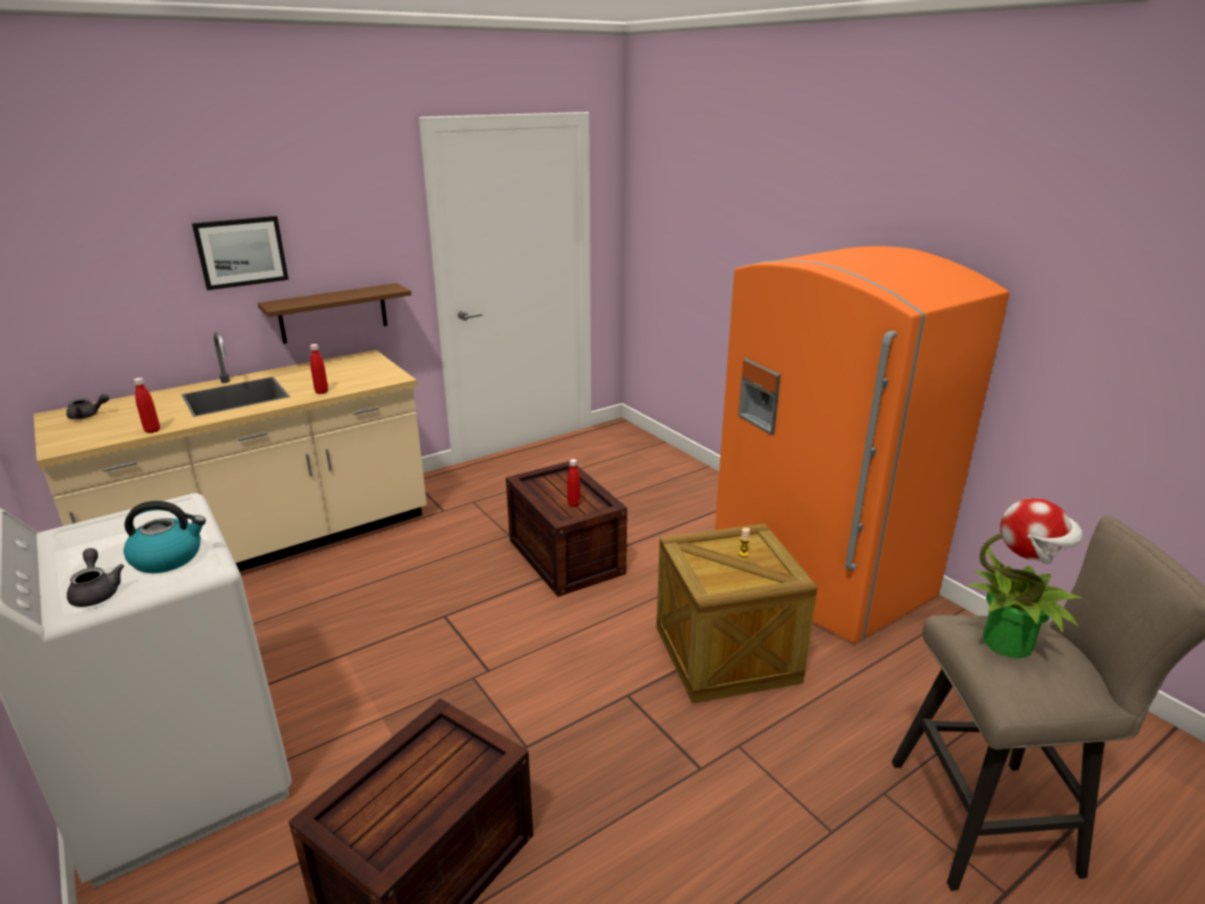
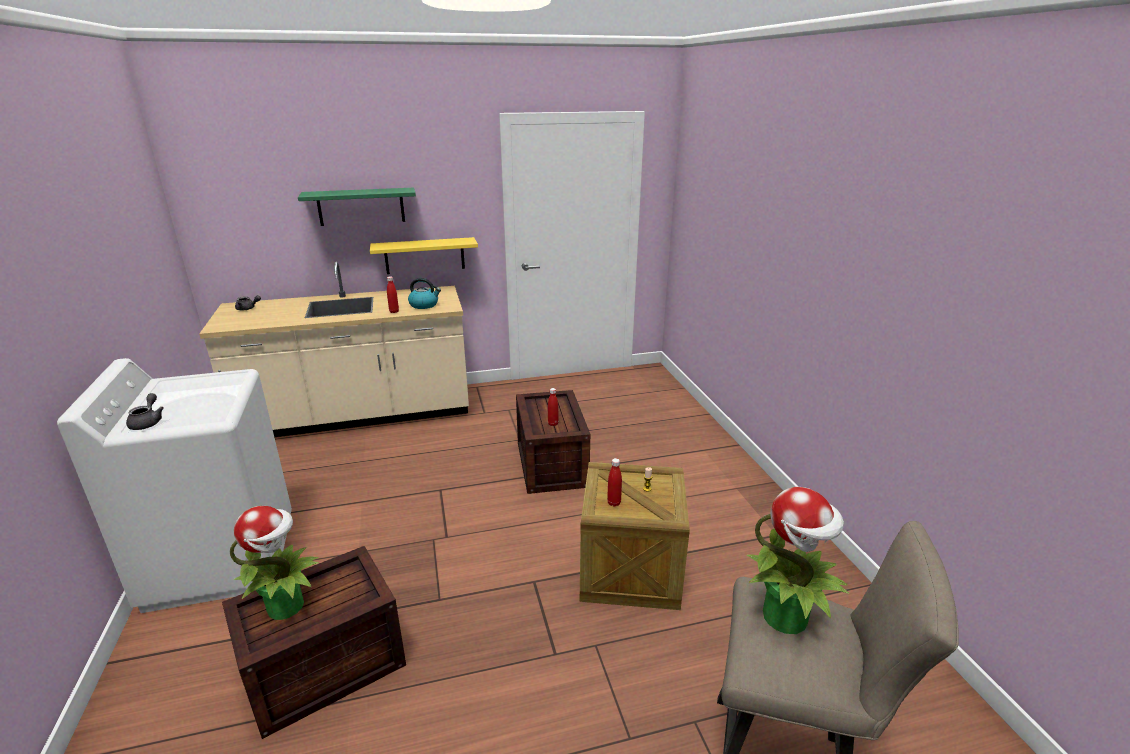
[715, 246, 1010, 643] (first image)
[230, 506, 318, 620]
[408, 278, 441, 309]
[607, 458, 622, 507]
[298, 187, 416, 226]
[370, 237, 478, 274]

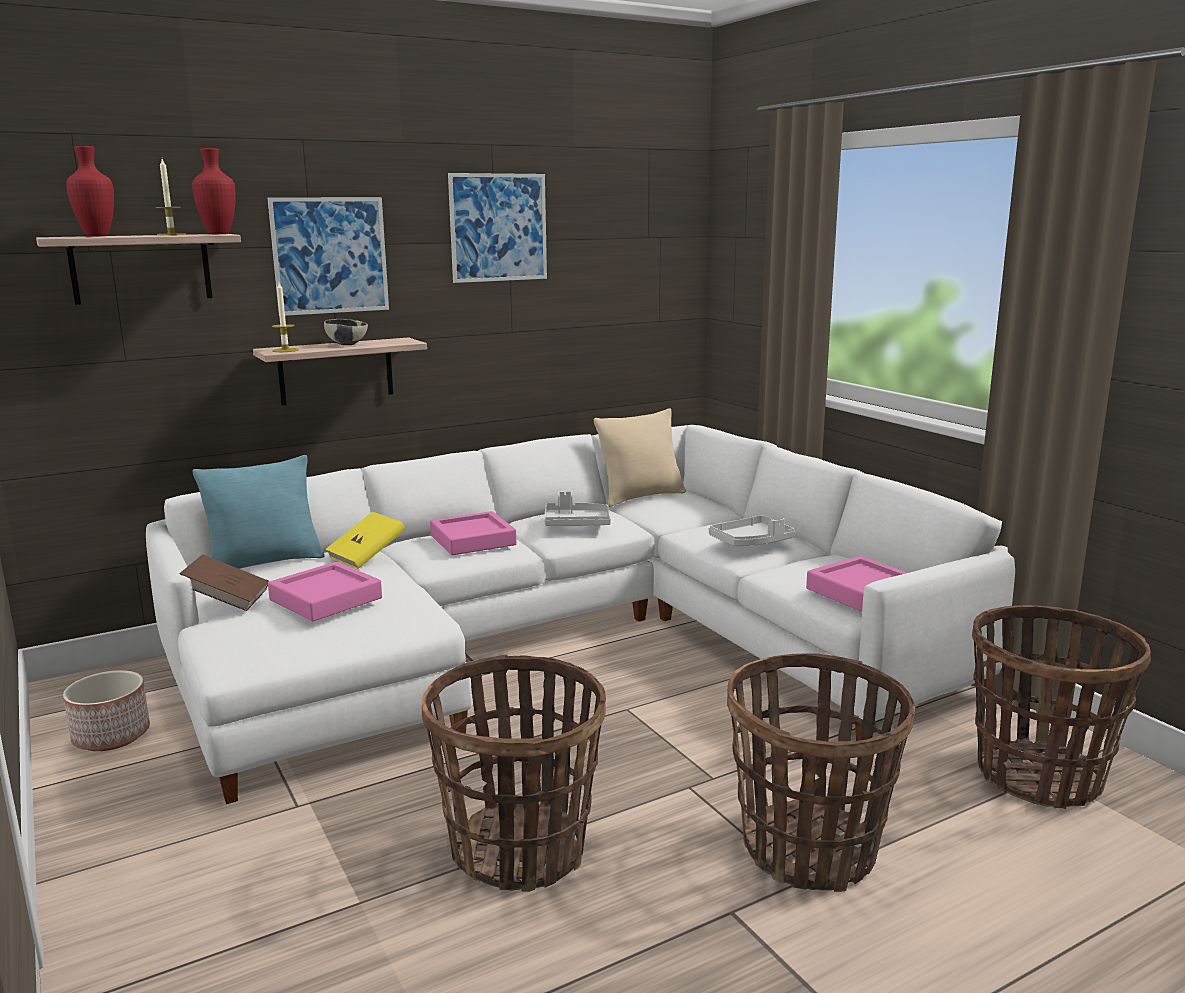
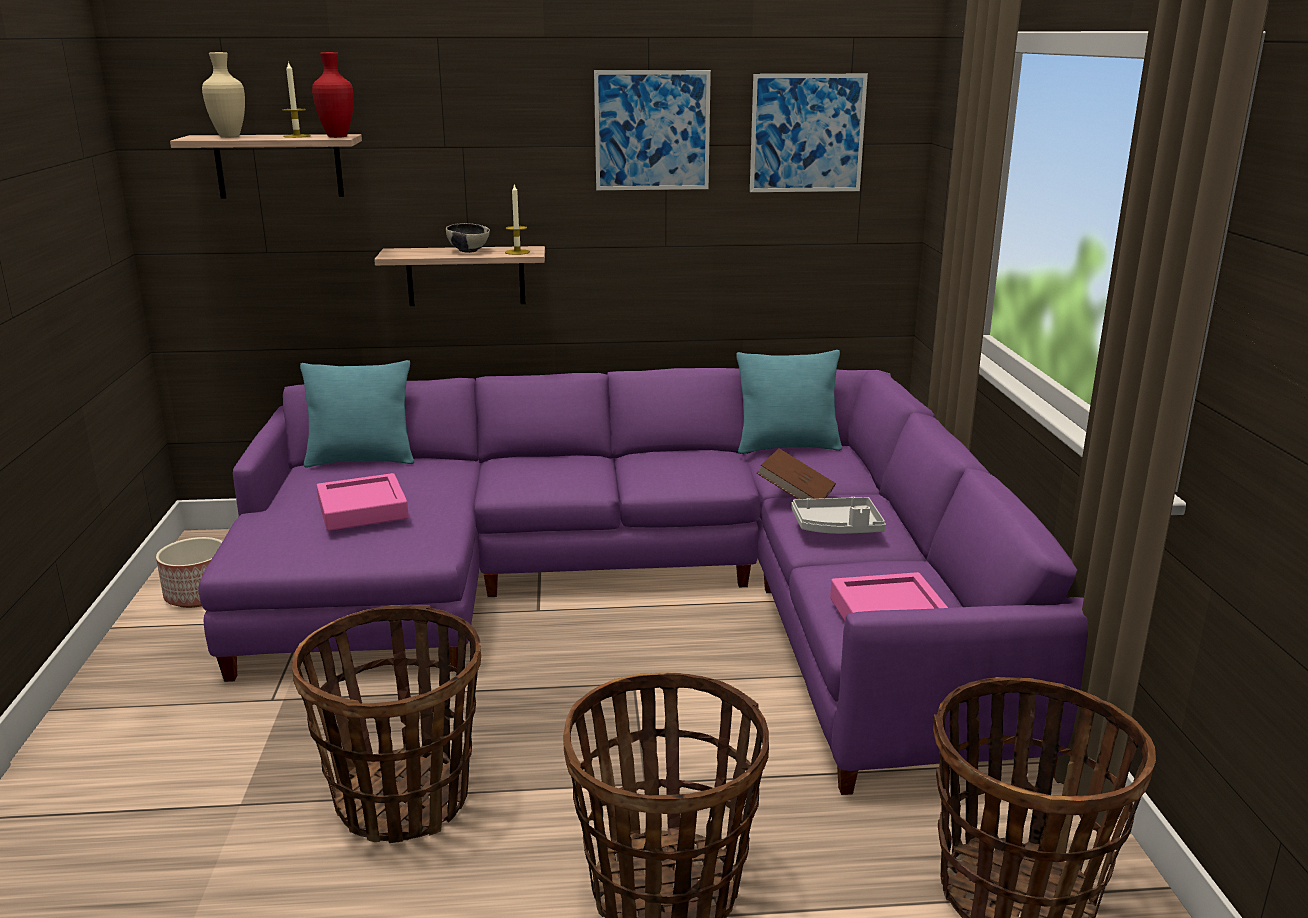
[325, 512, 406, 569] (first image)
[430, 511, 517, 555] (first image)
[544, 491, 611, 526] (first image)
[757, 448, 836, 499]
[750, 74, 868, 192]
[505, 184, 530, 255]
[202, 52, 245, 138]
[198, 368, 1088, 795]
[736, 350, 842, 454]

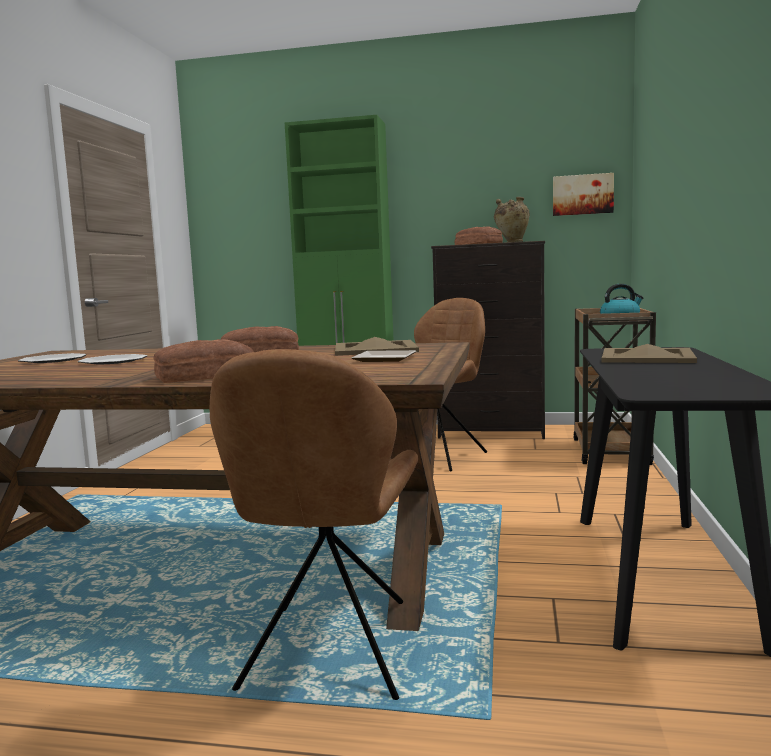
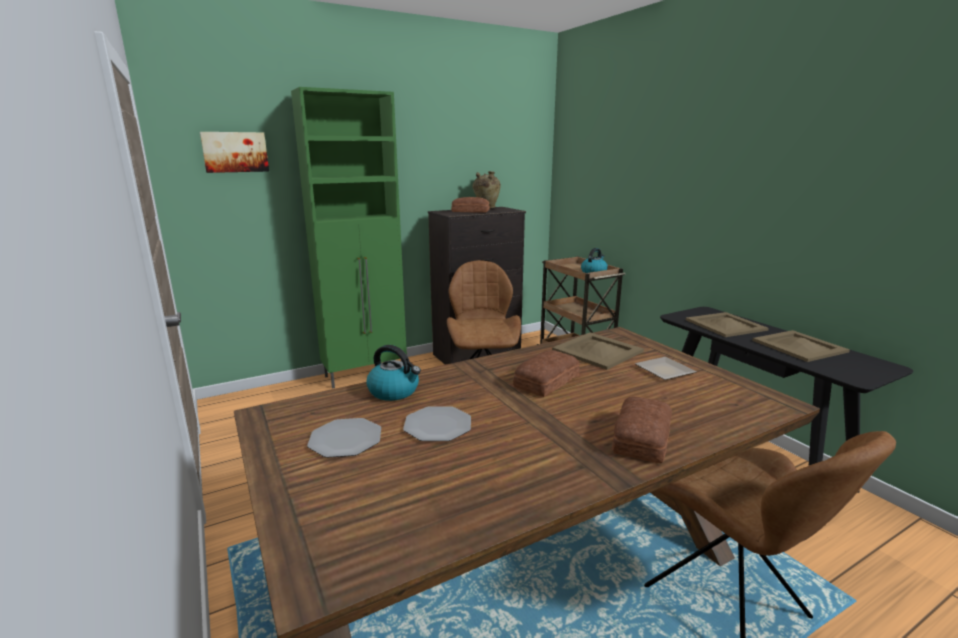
[366, 345, 421, 401]
[752, 330, 850, 362]
[200, 132, 269, 173]

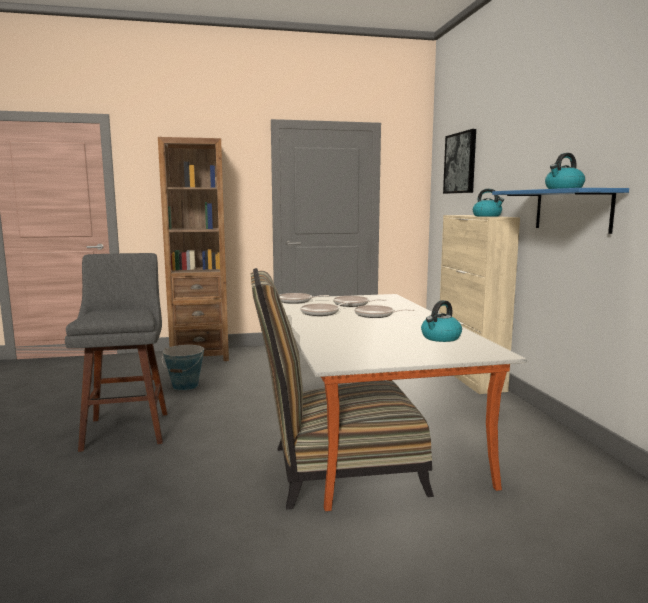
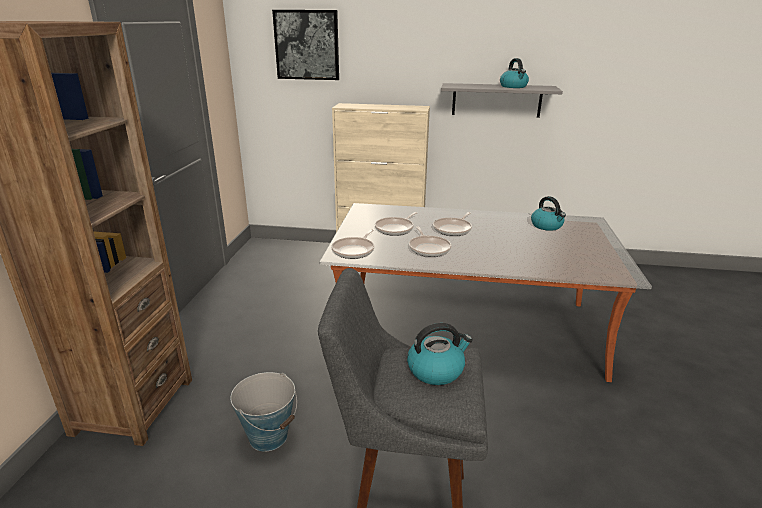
[251, 268, 434, 509] (first image)
[407, 323, 473, 385]
[441, 83, 563, 118]

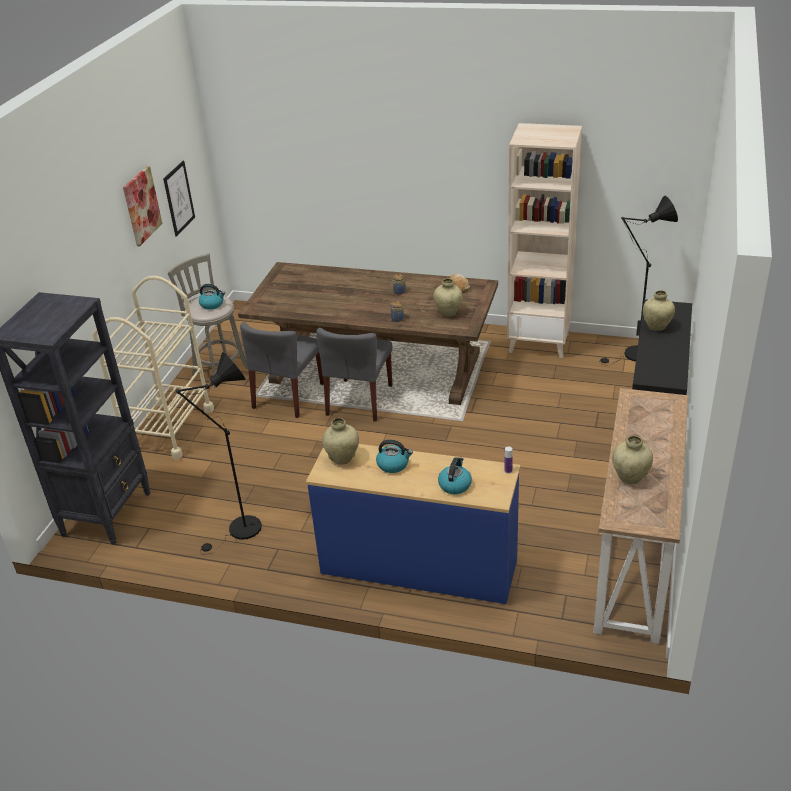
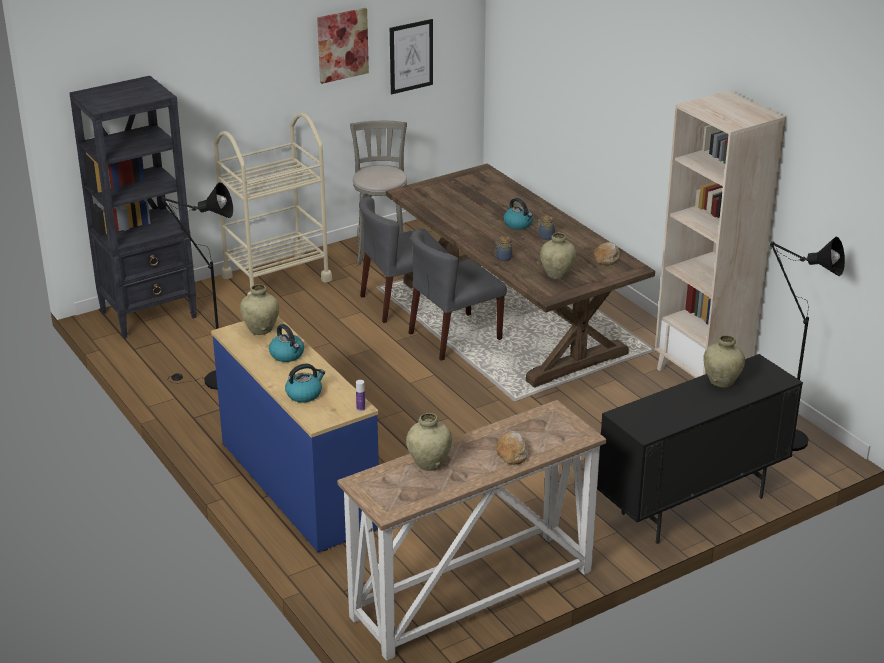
[496, 431, 528, 465]
[504, 198, 533, 229]

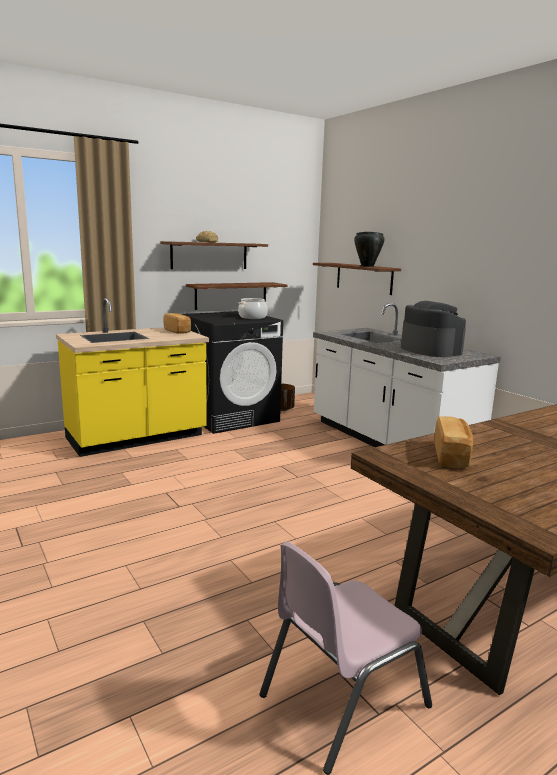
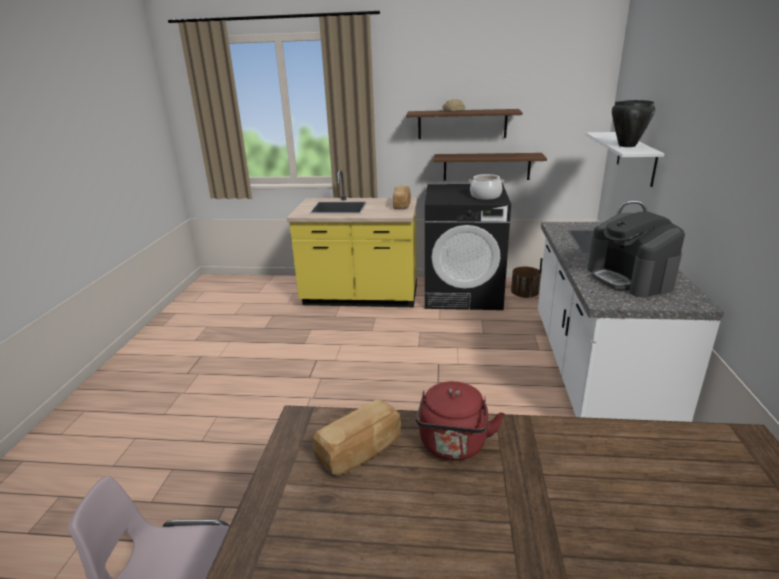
[416, 381, 504, 460]
[586, 132, 664, 187]
[588, 211, 685, 298]

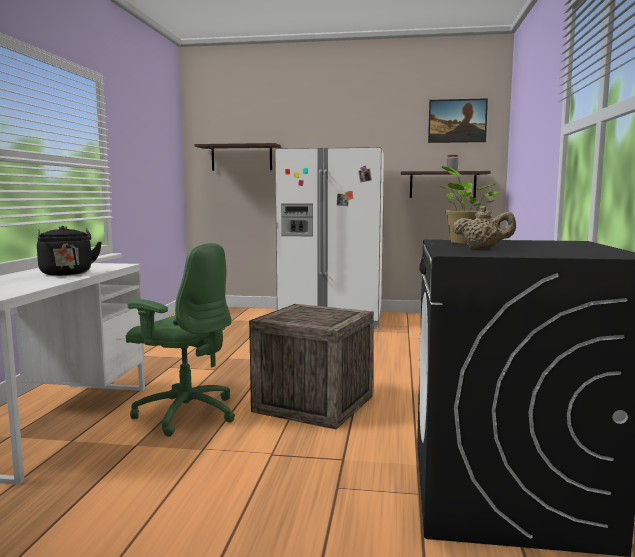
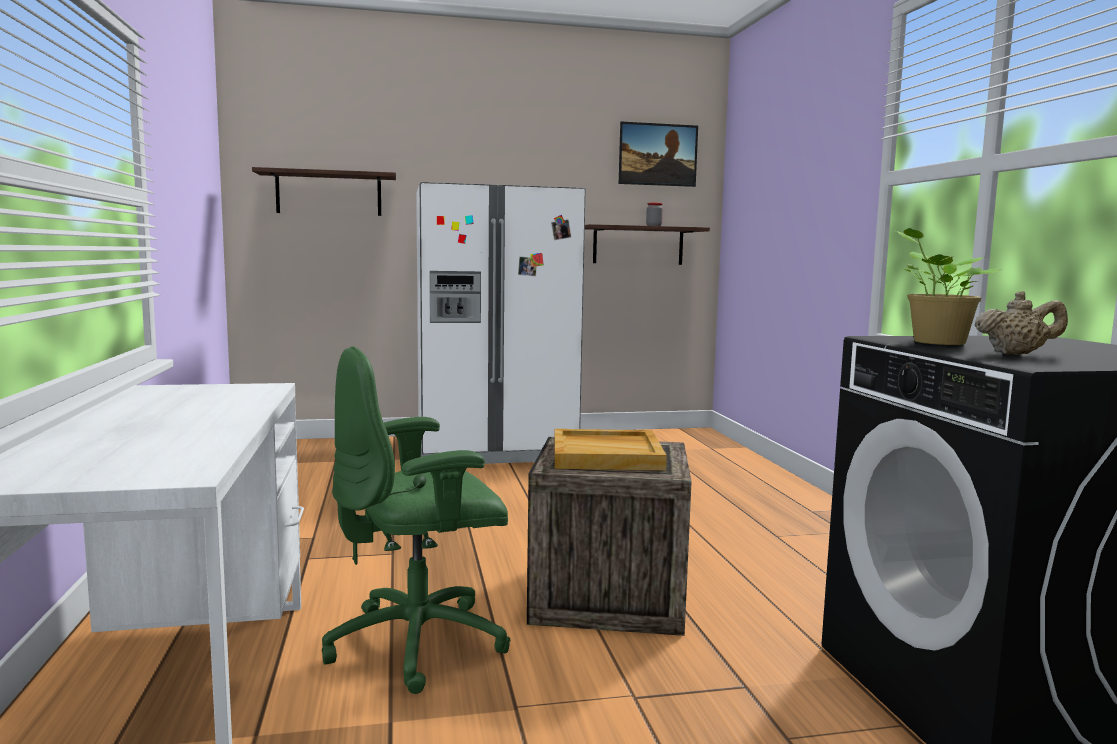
[37, 226, 102, 276] (first image)
[554, 429, 667, 470]
[322, 346, 510, 694]

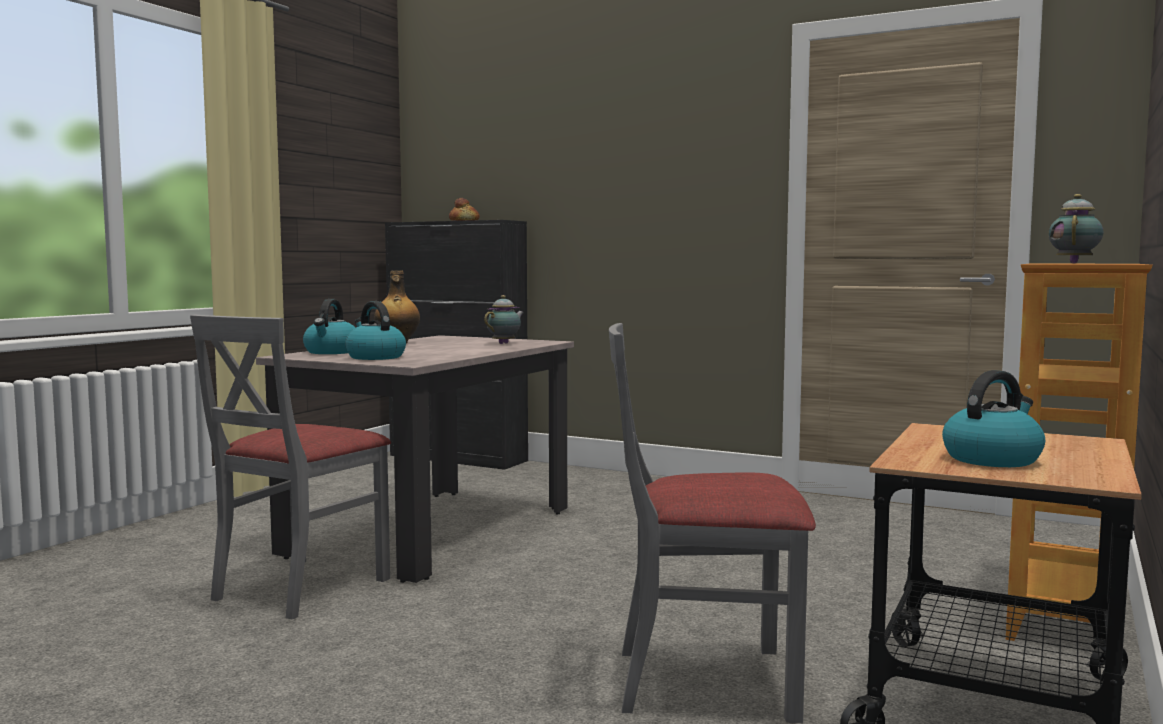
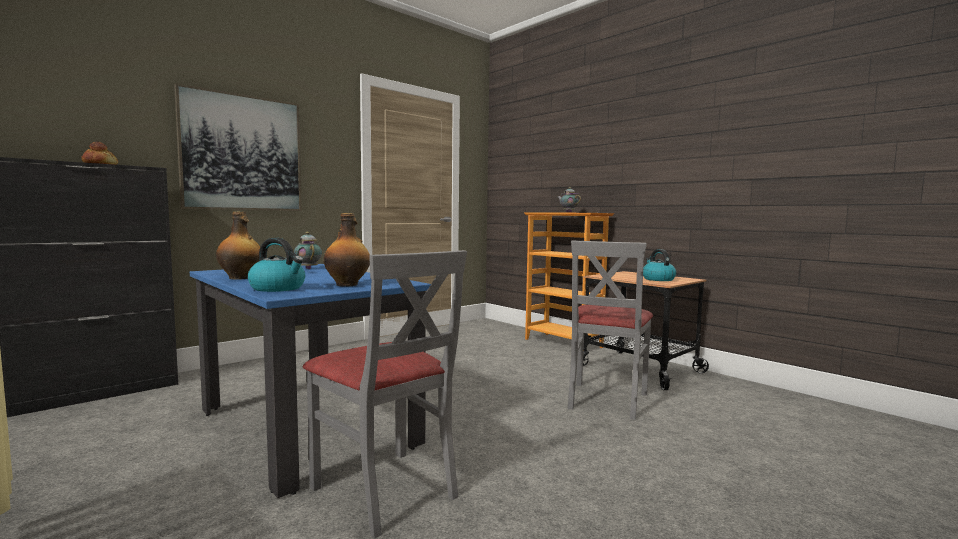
[174, 83, 302, 211]
[324, 213, 370, 286]
[190, 264, 431, 498]

